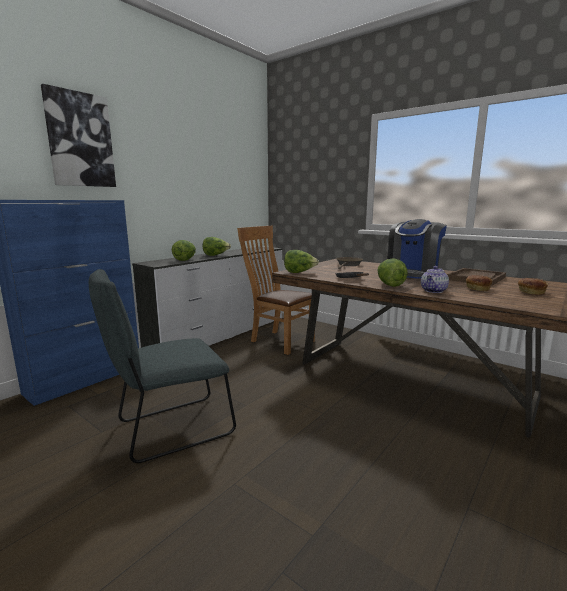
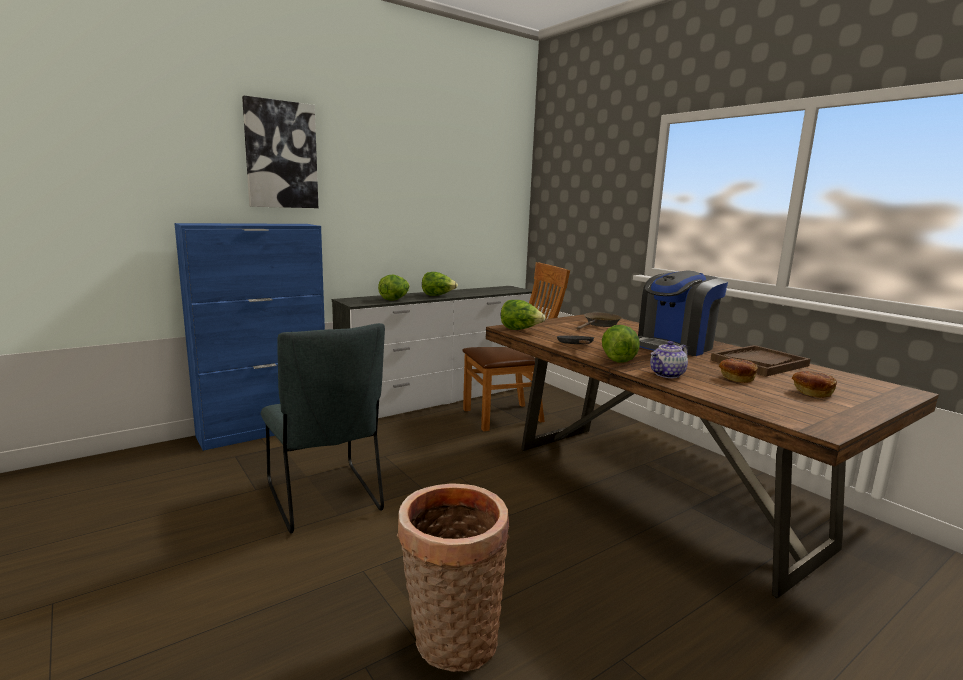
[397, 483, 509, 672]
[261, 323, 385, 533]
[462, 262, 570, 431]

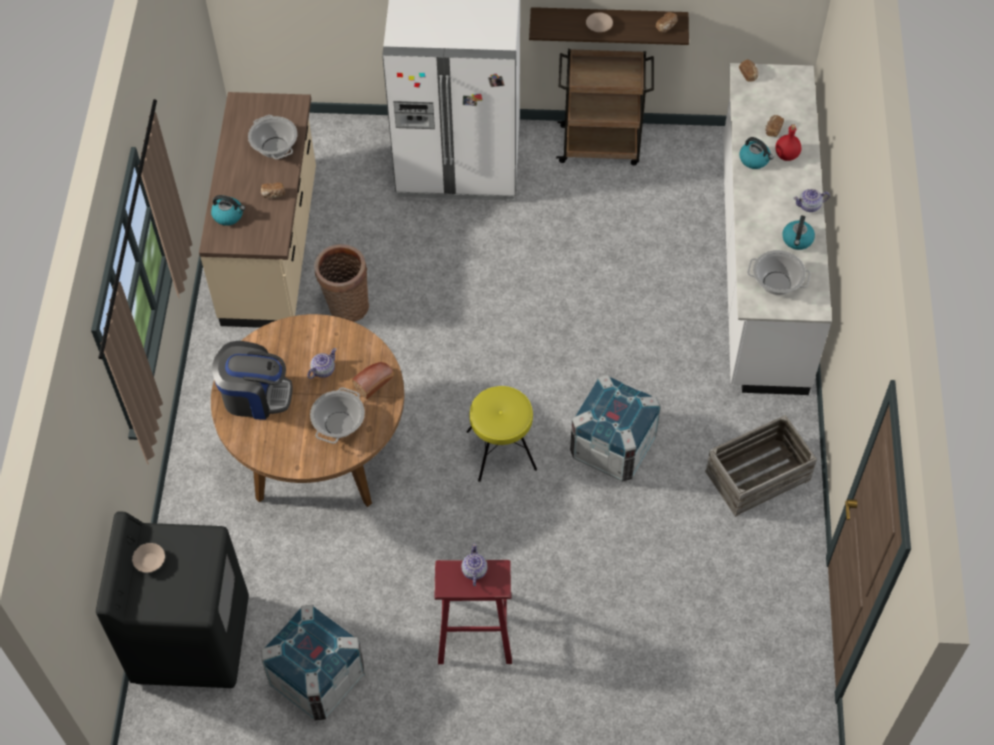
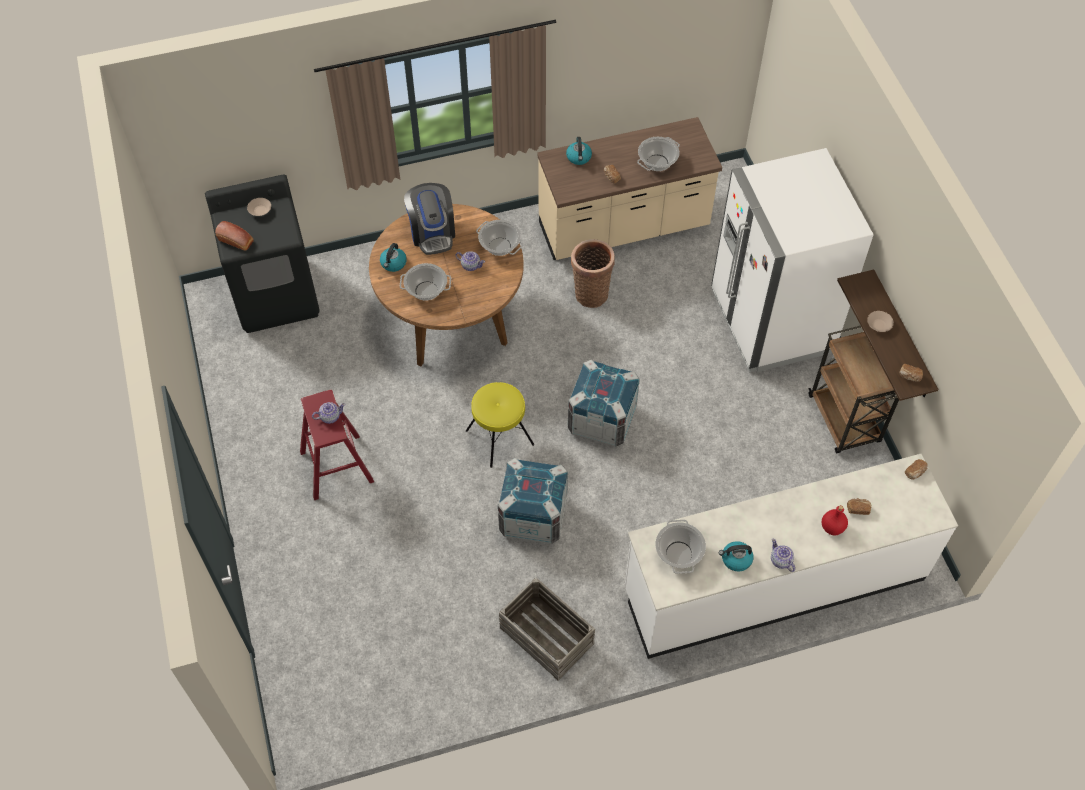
[476, 220, 523, 256]
[568, 360, 640, 447]
[215, 221, 254, 251]
[380, 243, 407, 272]

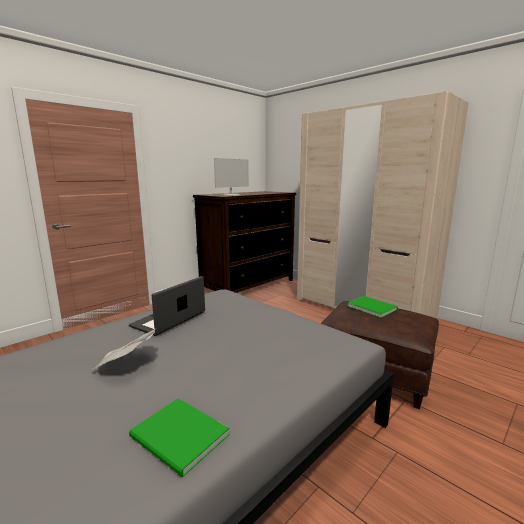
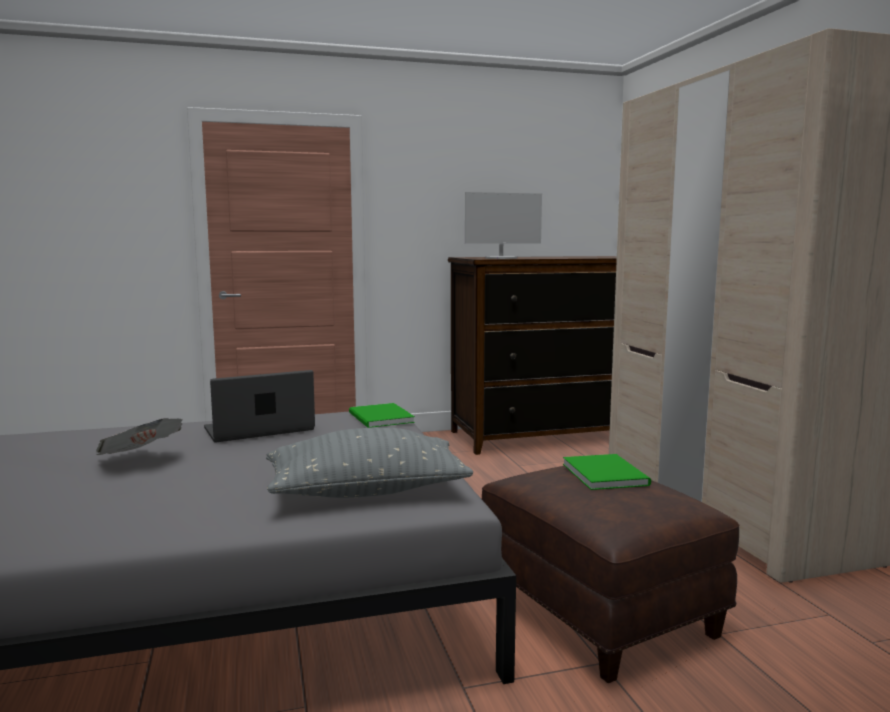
[266, 428, 473, 498]
[349, 403, 415, 428]

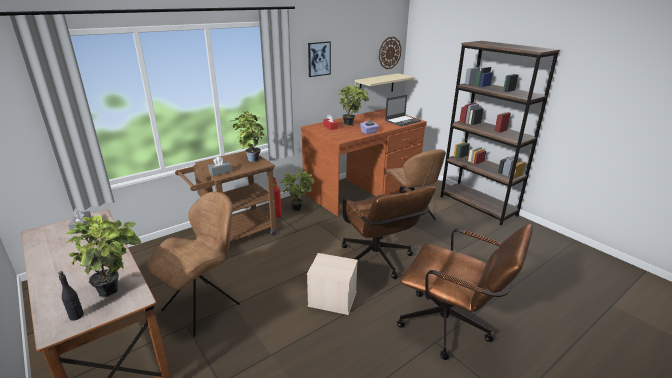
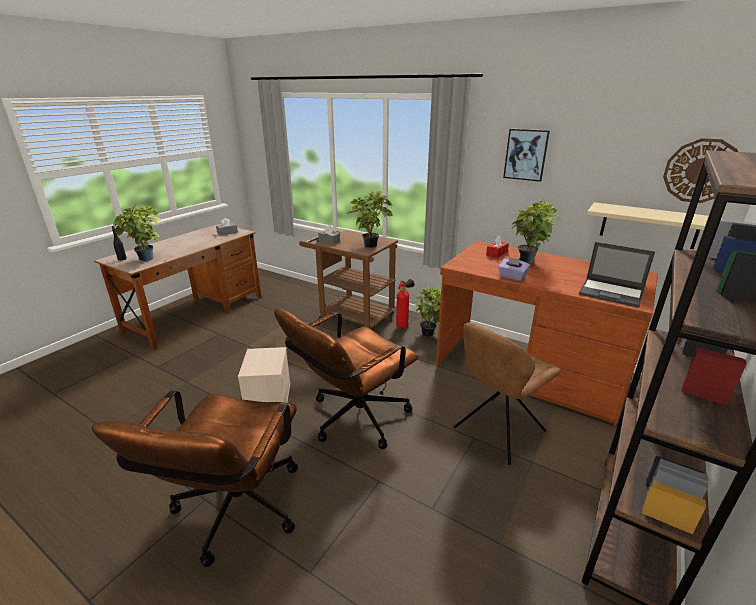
[147, 192, 240, 337] (first image)

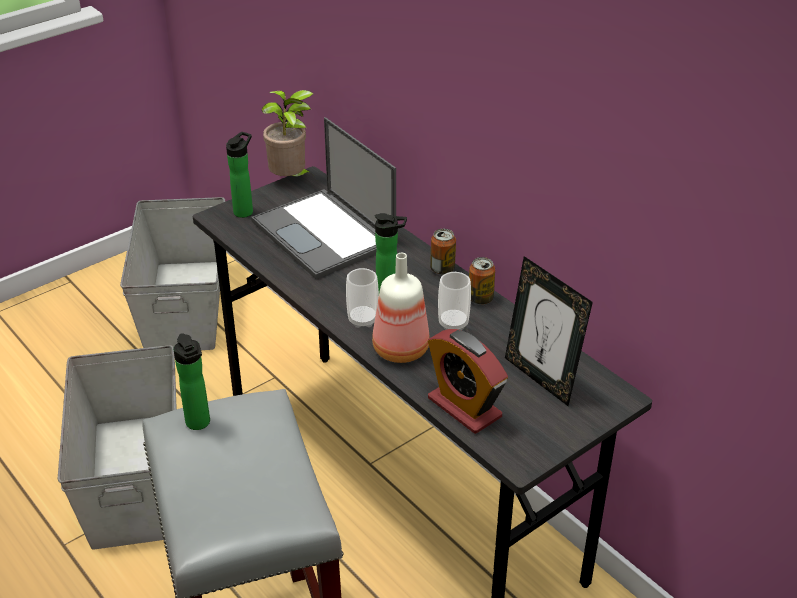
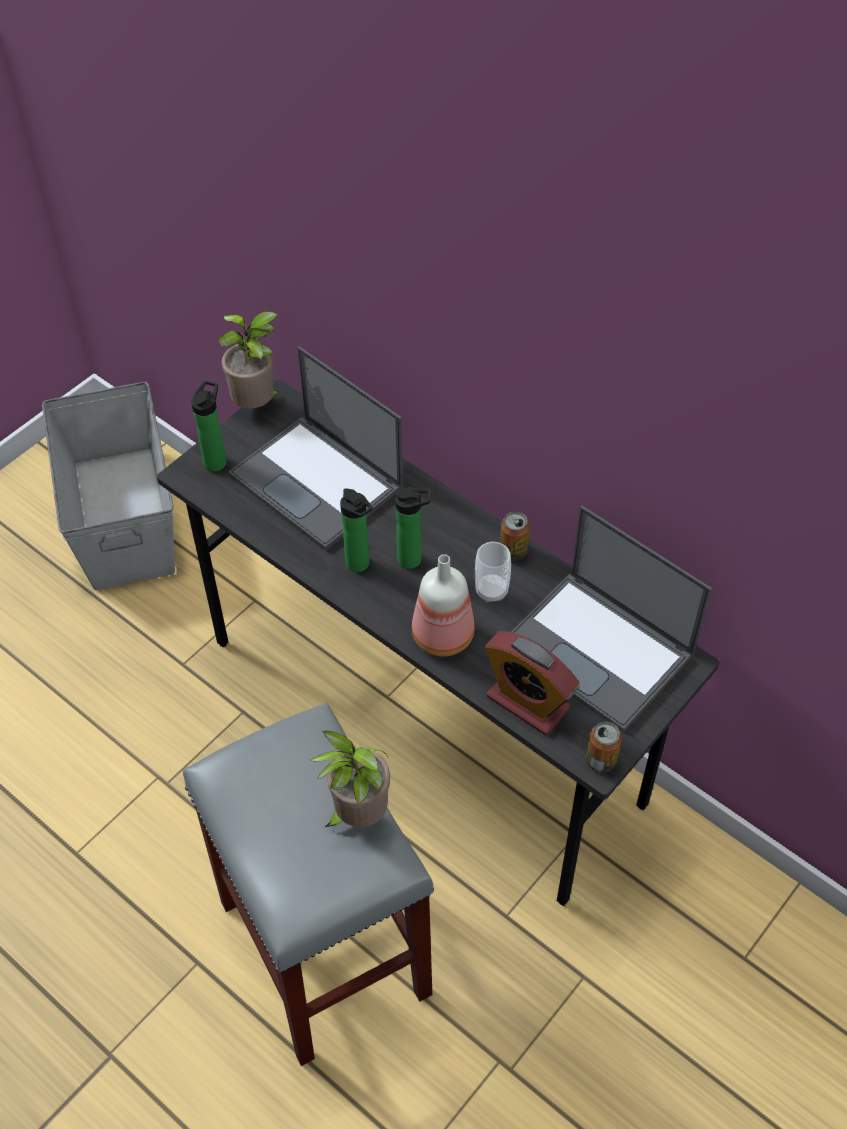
[58, 345, 177, 550] (first image)
[346, 268, 379, 328] (first image)
[311, 731, 390, 827]
[340, 488, 373, 572]
[586, 722, 622, 772]
[511, 506, 712, 732]

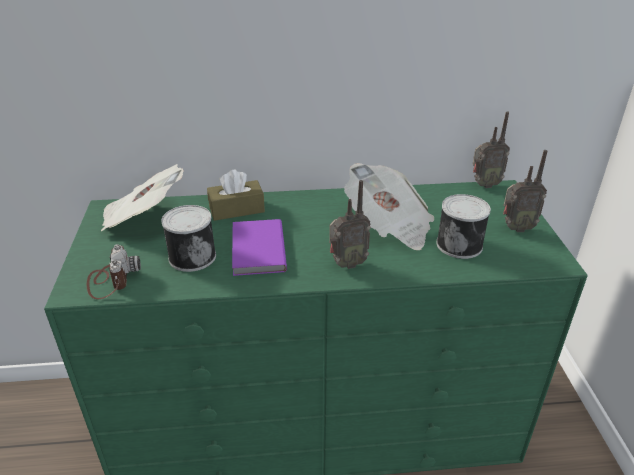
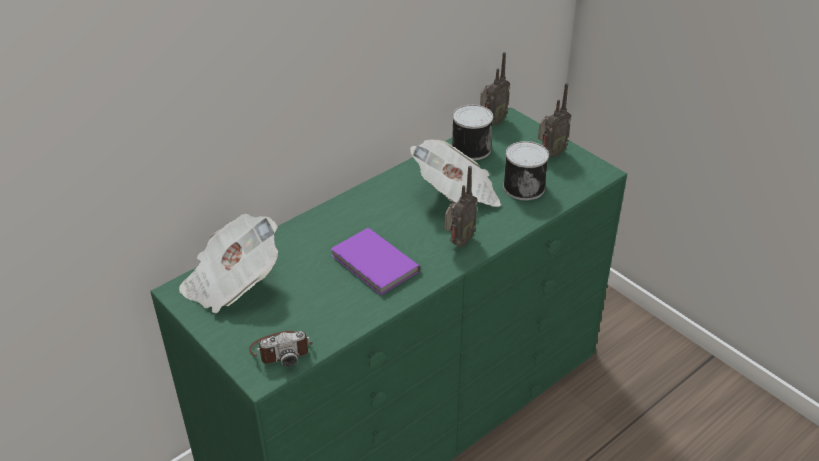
[207, 169, 265, 221] (first image)
[452, 105, 493, 160]
[249, 331, 313, 367]

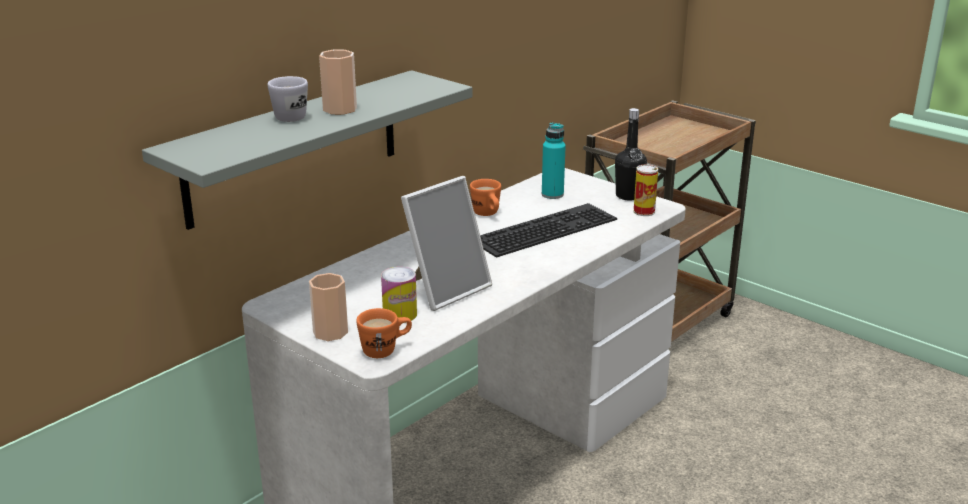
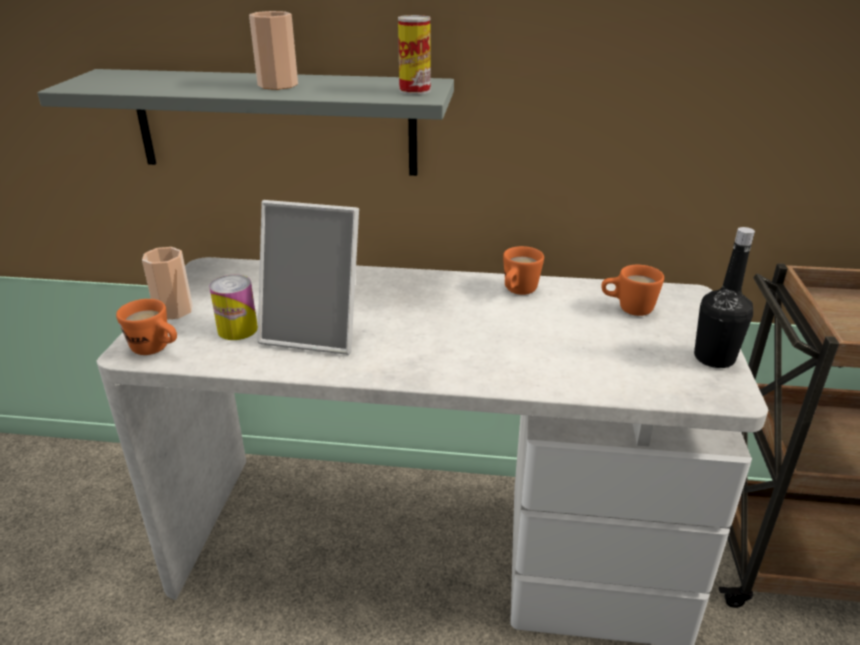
[268, 76, 308, 122] (first image)
[480, 203, 617, 258] (first image)
[398, 15, 431, 95]
[601, 265, 664, 316]

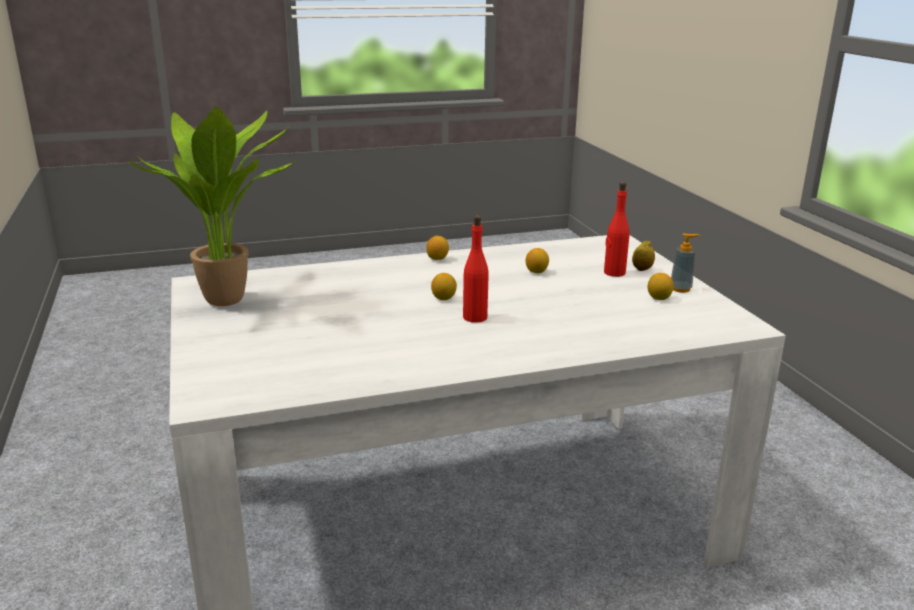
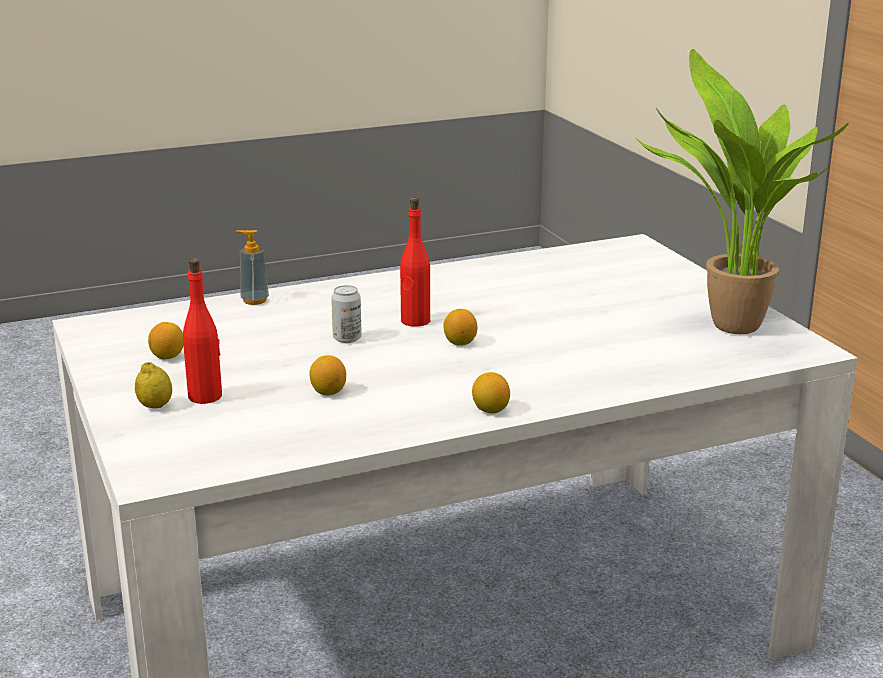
[331, 285, 362, 343]
[236, 230, 269, 305]

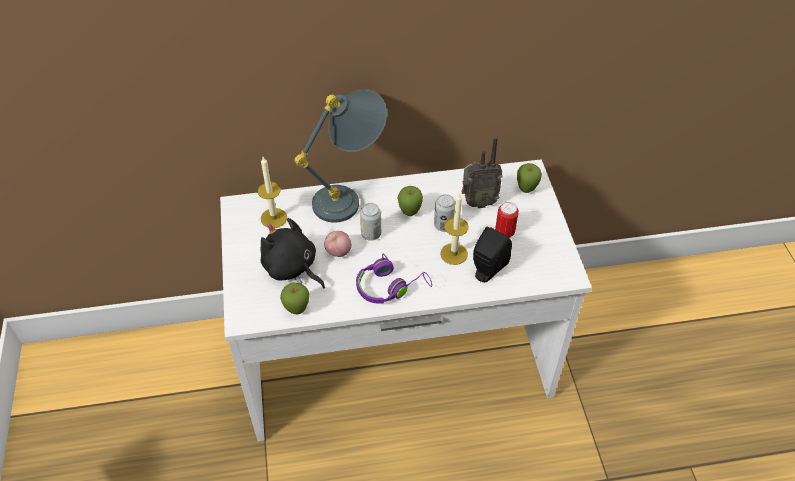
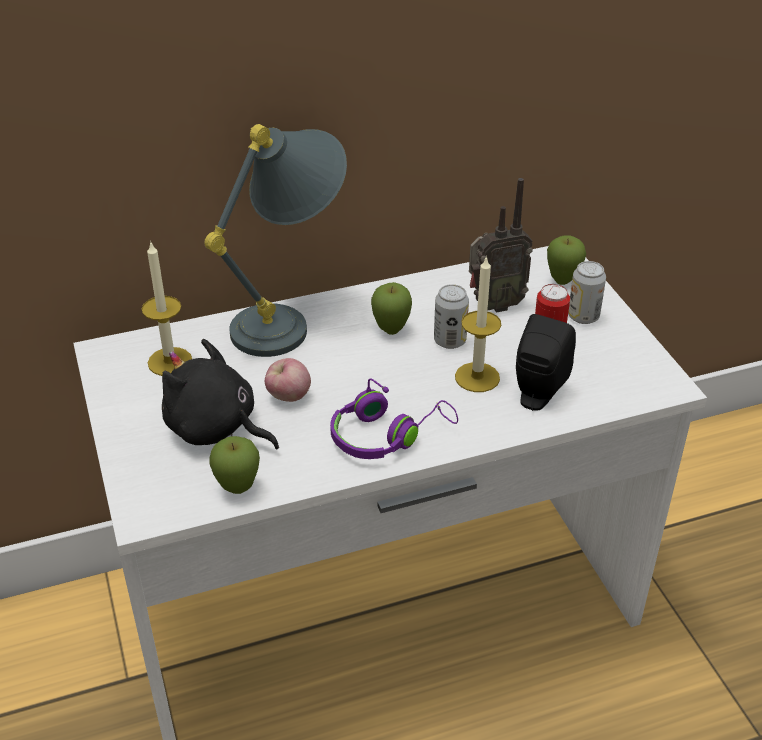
[568, 261, 606, 324]

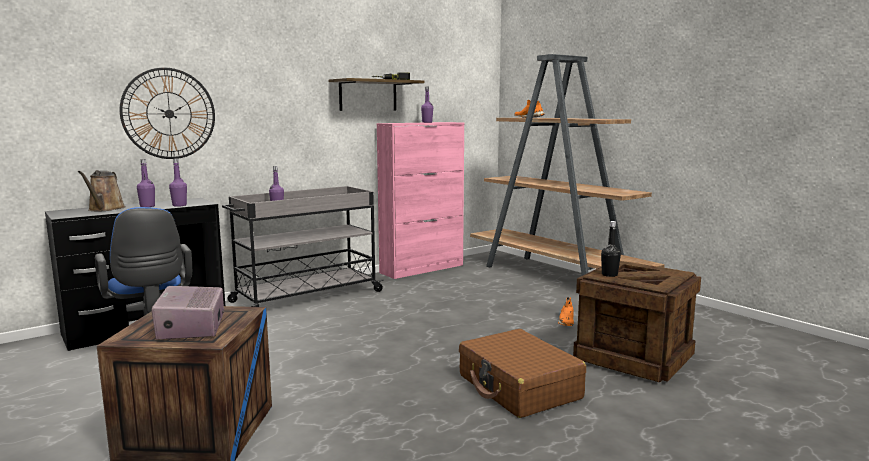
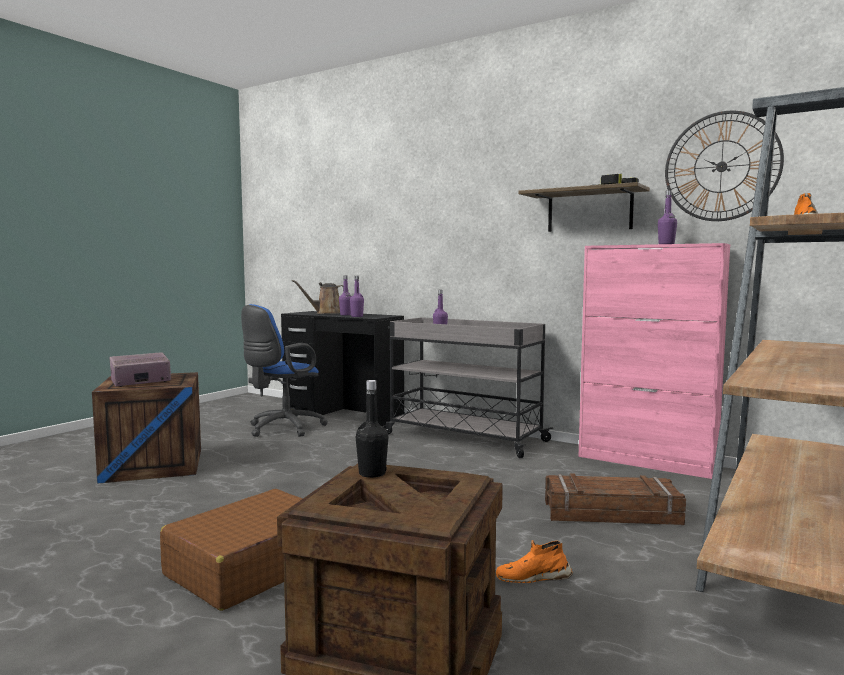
[545, 473, 686, 525]
[665, 111, 784, 221]

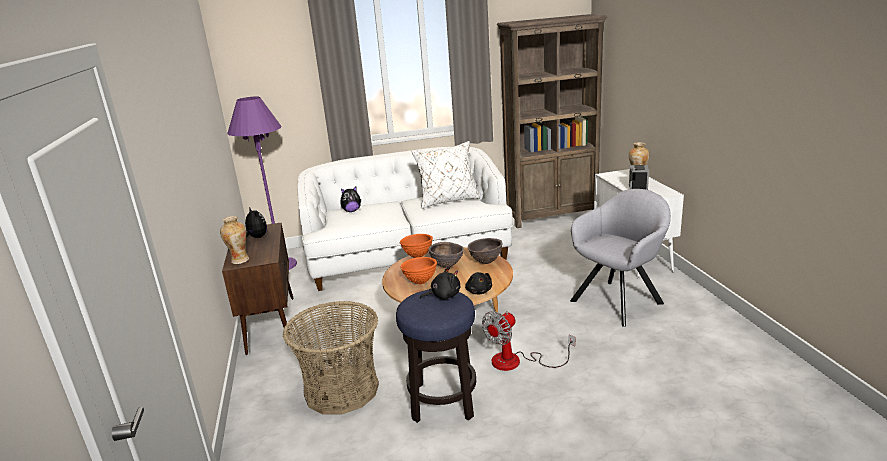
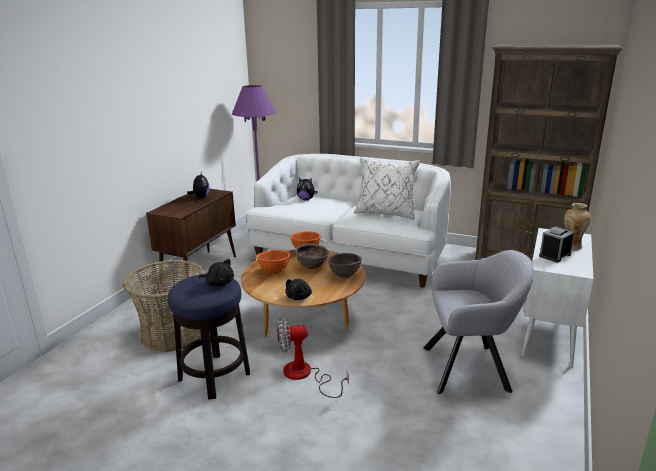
[220, 216, 249, 264] (first image)

